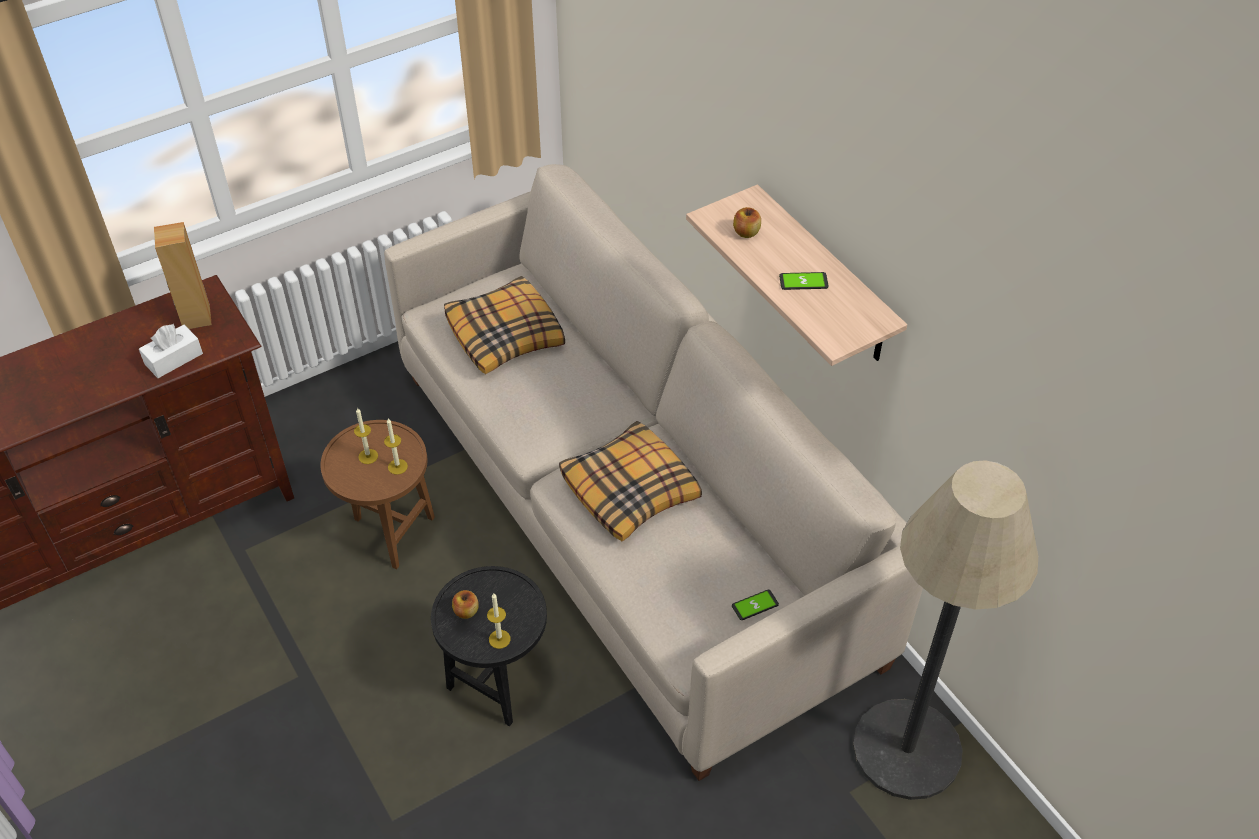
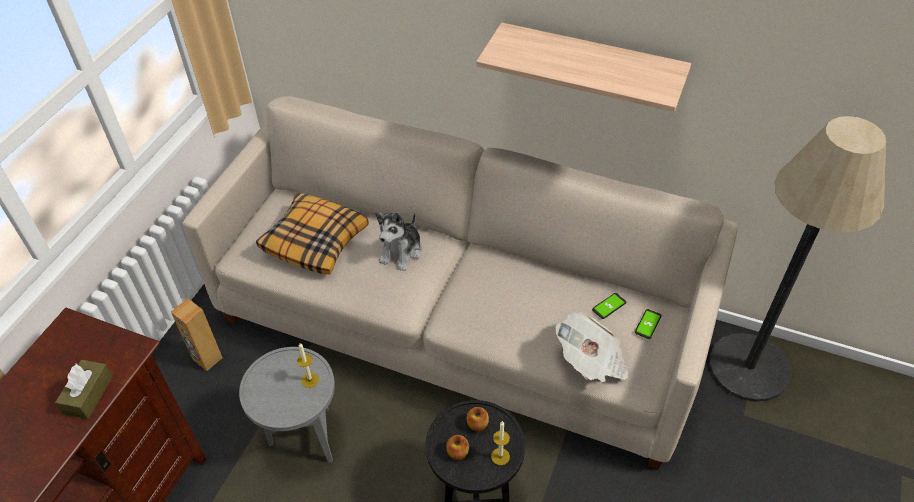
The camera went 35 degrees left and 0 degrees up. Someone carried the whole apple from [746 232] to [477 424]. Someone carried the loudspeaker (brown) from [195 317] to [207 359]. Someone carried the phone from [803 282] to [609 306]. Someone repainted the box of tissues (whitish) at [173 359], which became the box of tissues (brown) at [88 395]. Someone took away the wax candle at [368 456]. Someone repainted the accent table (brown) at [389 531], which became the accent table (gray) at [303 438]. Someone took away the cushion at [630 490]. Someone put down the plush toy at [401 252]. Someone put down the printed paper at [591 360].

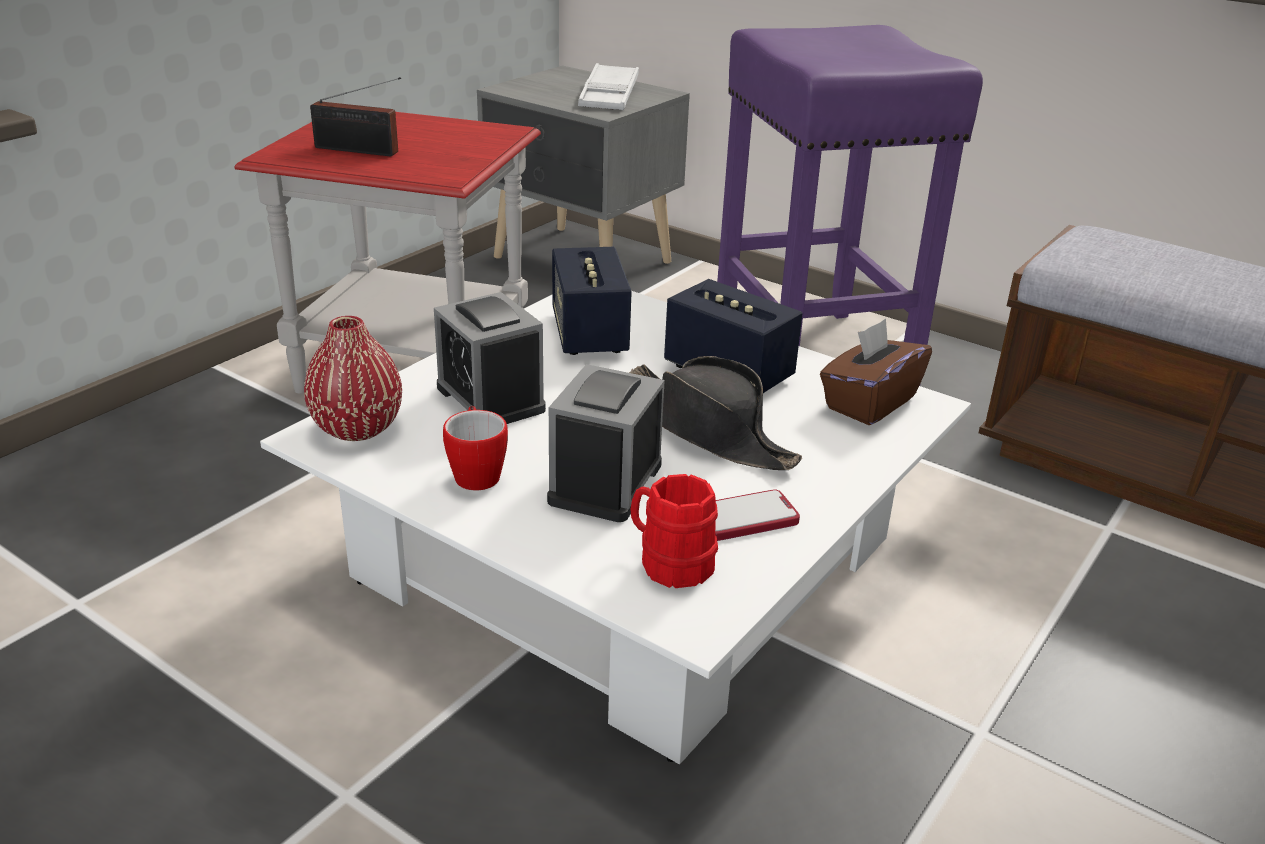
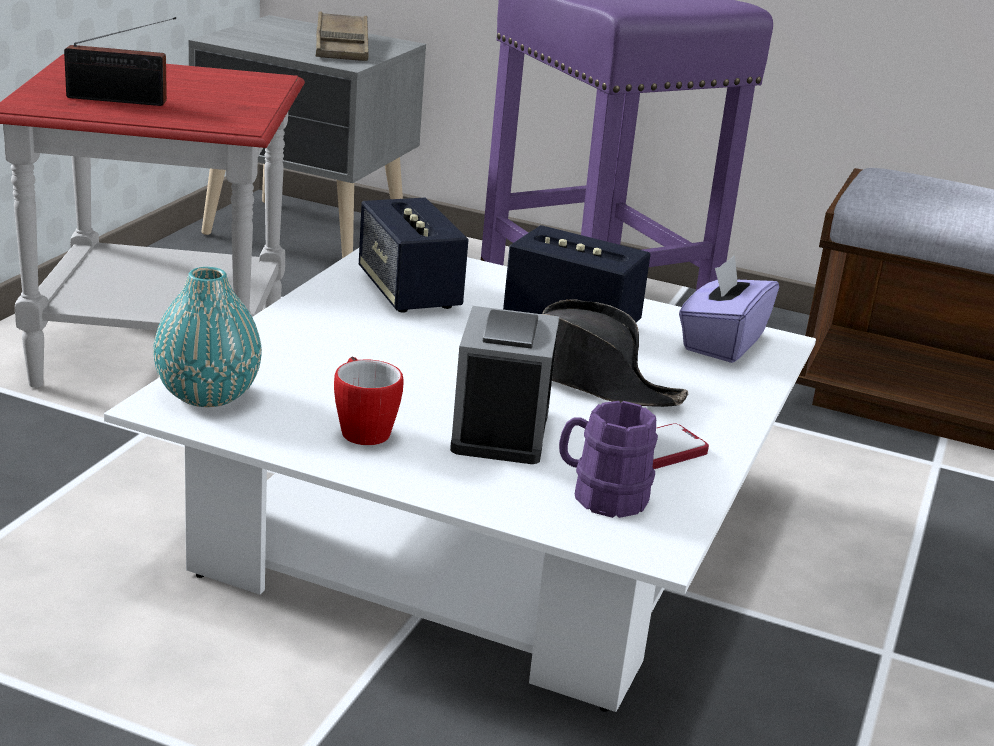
The camera went 15 degrees left and 5 degrees down. Someone repainted the carrying tray (whitish) at [609 96], which became the carrying tray (brown) at [342 46]. Someone took away the bedside clock at [490 398]. Someone repainted the vase (red-coloured) at [357 428], which became the vase (blue-green) at [208 394]. Someone repainted the box of tissues (brown) at [869 402], which became the box of tissues (purple-coloured) at [721 342]. Someone repainted the mug (red-coloured) at [668 562], which became the mug (purple-coloured) at [601 496].

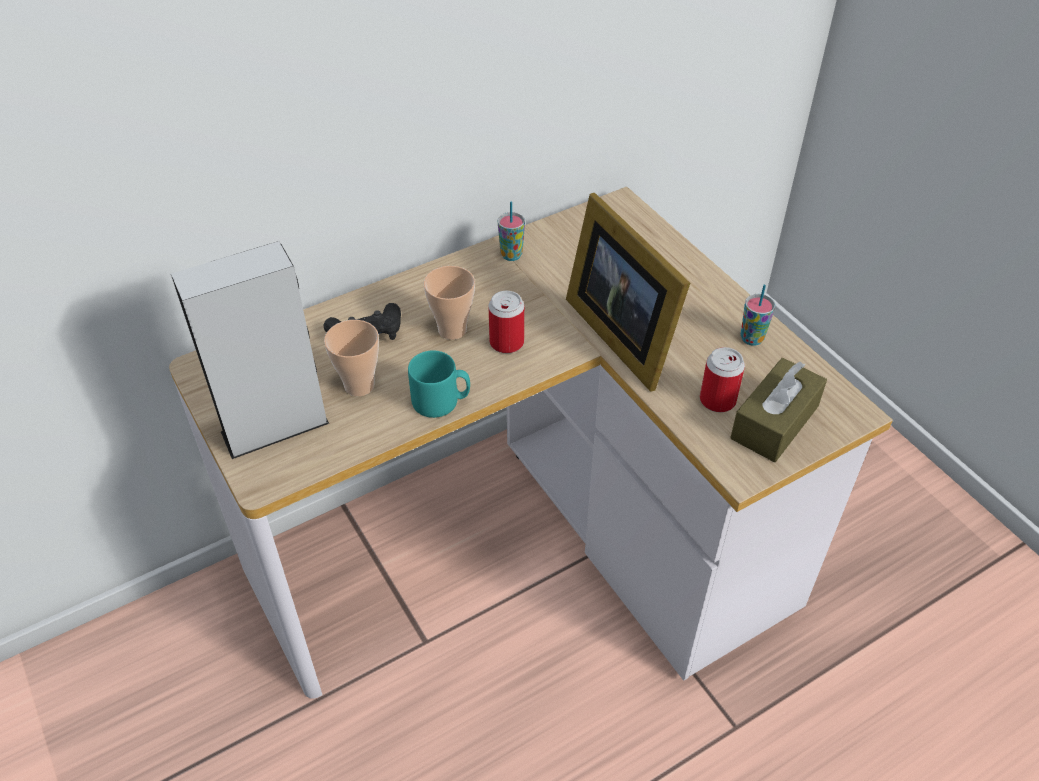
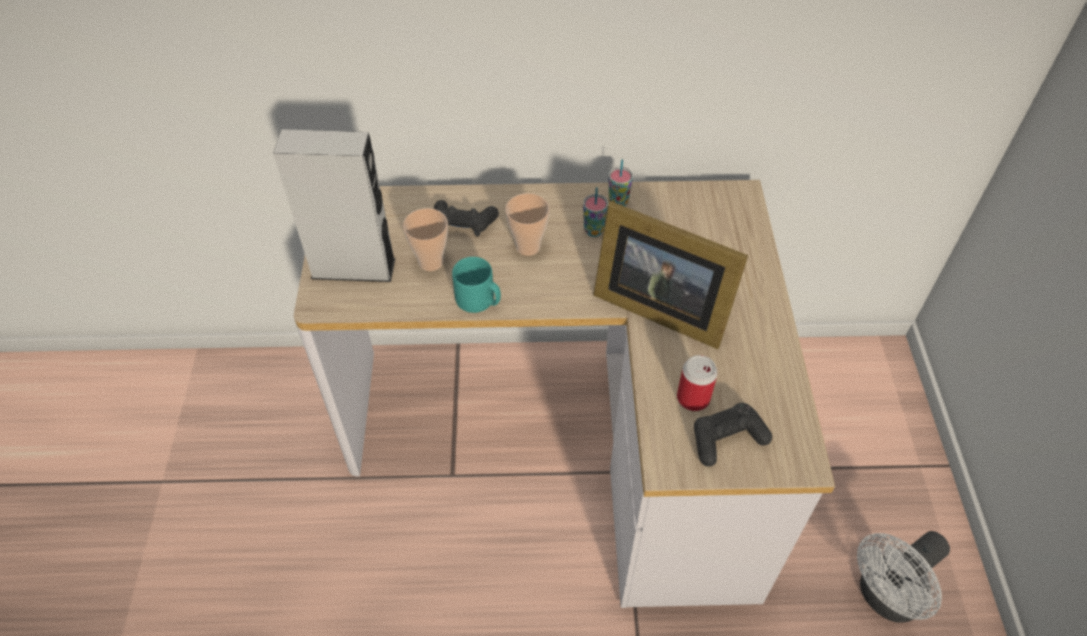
The camera went 30 degrees right and 5 degrees up. Someone rotated the standing frame at [622 332] by 60 degrees counterclockwise. Someone carried the cup from [751 338] to [593 231]. Someone took away the can at [506 342]. Someone swapped the box of tissues (brown) at [774 422] for the game controller (black) at [727 439]. Someone put down the fan (whitish) at [885 598].

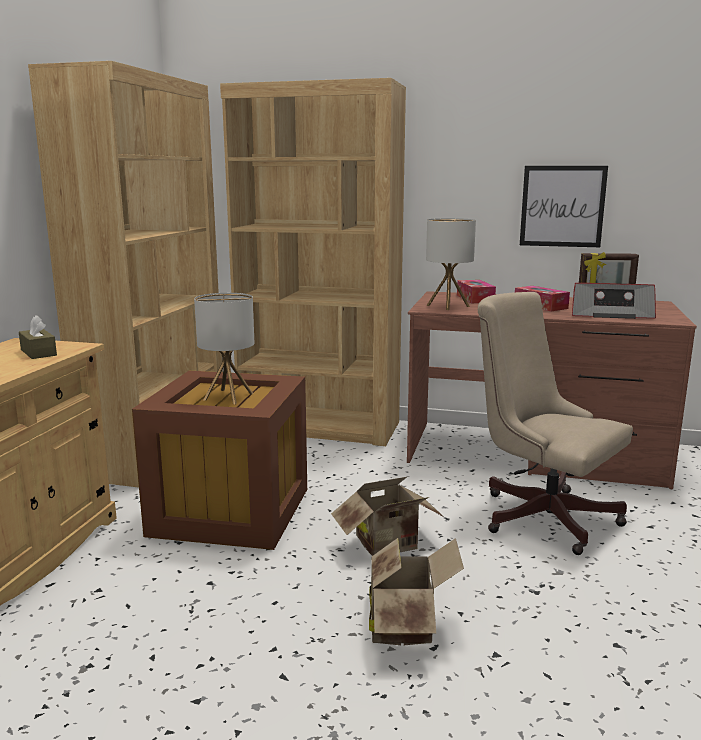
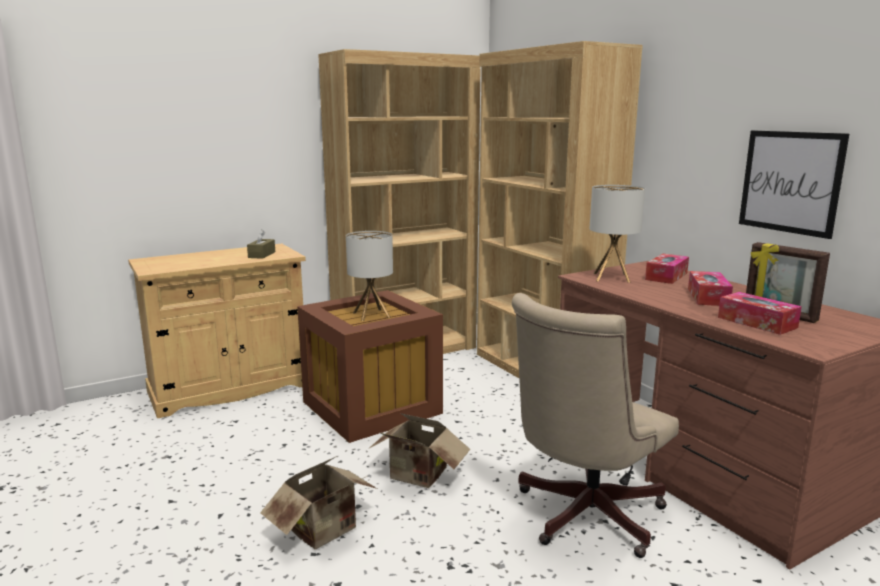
The camera went 45 degrees right and 0 degrees up. Someone swapped the radio at [610 314] for the box of tissues at [757 322]. Someone rotated the computer chair (sand-coloured) at [540 514] by 135 degrees counterclockwise.

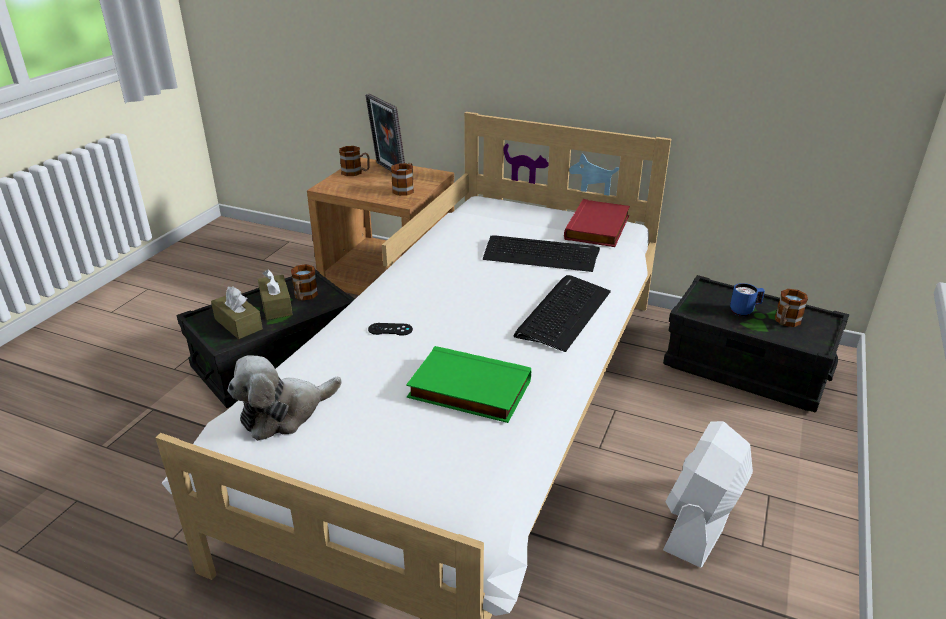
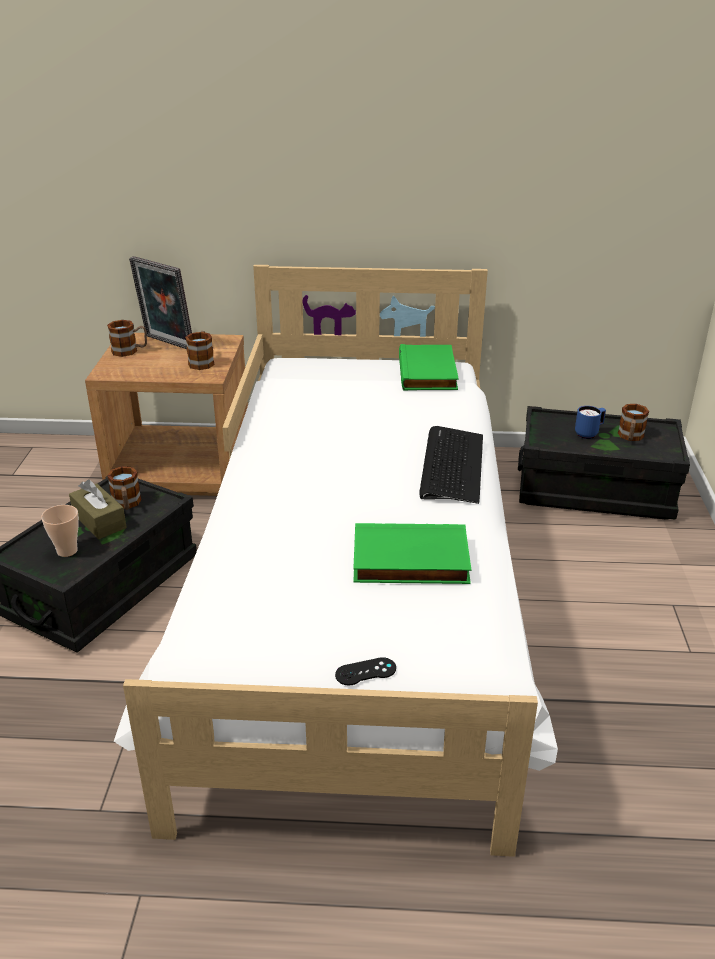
The camera went 20 degrees left and 0 degrees up. Someone repainted the bound book (red-coloured) at [599 228], which became the bound book (green) at [429 372]. Someone took away the keyboard at [540 255]. Someone swapped the box of tissues (brown) at [238 324] for the cup at [67 551]. Someone carried the game controller (black) from [390 329] to [365 672]. Someone took away the plush toy at [284 413]. Someone took away the fan (whitish) at [700 522].

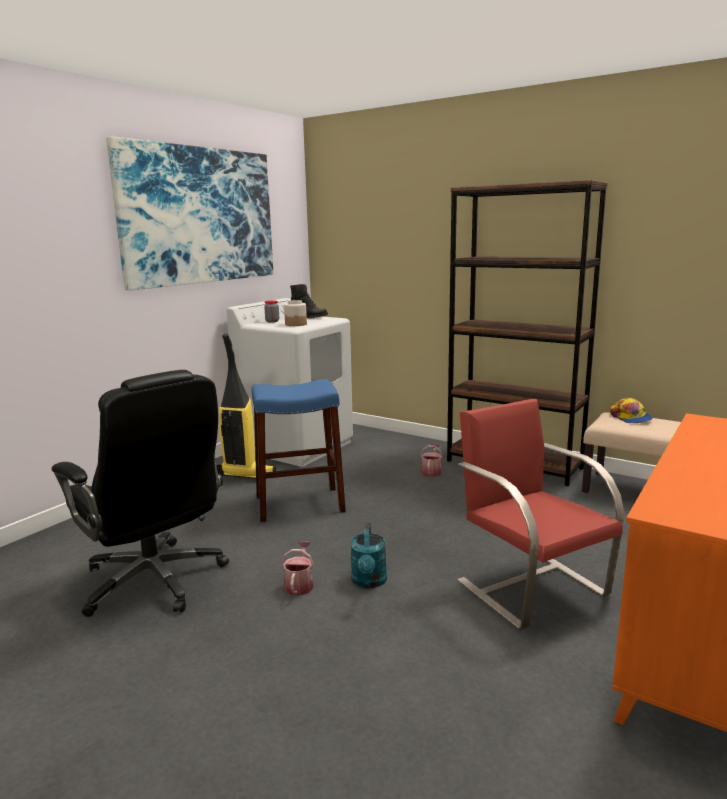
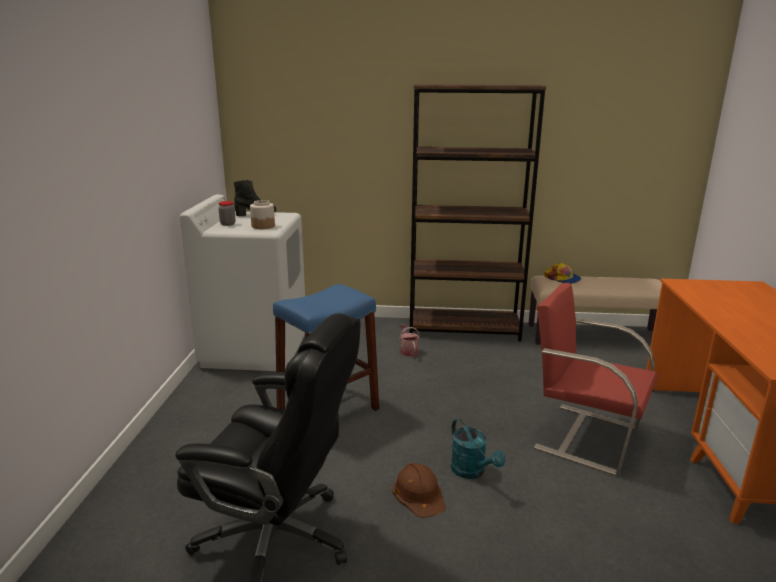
The camera went 30 degrees left and 5 degrees up. Someone took away the picture at [199 216]. Someone took away the vacuum at [245 475]. Someone swapped the watering pot at [299 584] for the work helmet (brown) at [419 494].

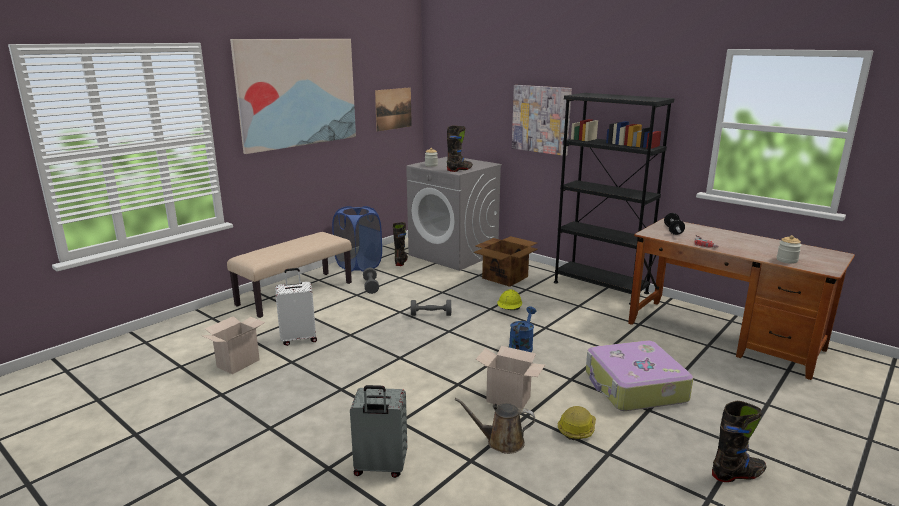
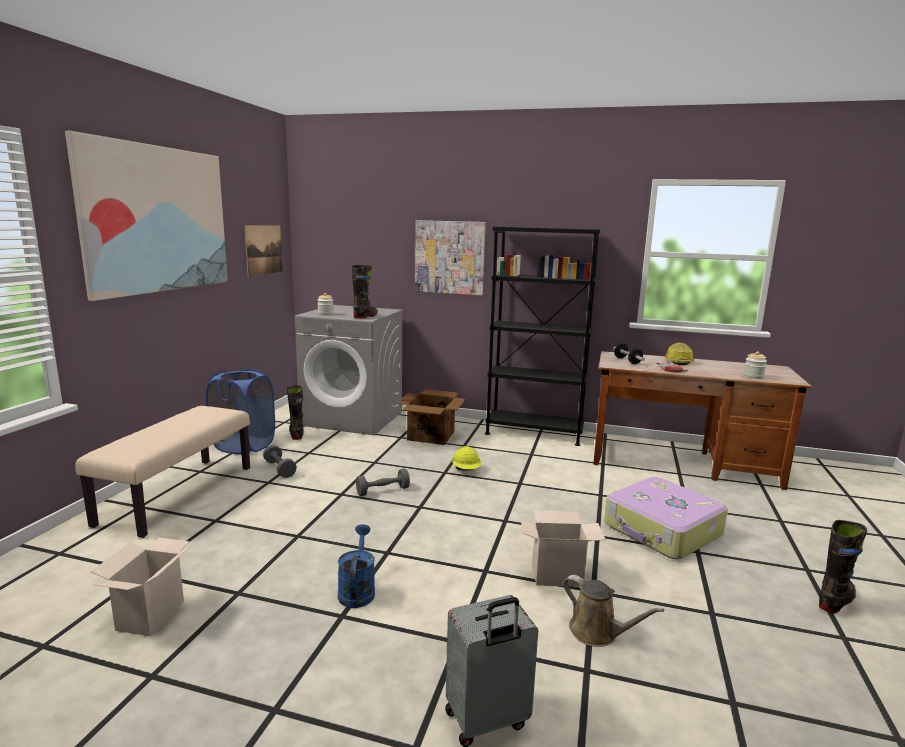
The camera went 25 degrees left and 5 degrees down. Someone took away the suitcase (whitish) at [299 338]. Someone carried the watering pot (blue) from [522 346] to [357 590]. Someone rotated the watering pot (brown) at [501 442] by 120 degrees counterclockwise. Someone carried the work helmet from [576 429] to [677 361].

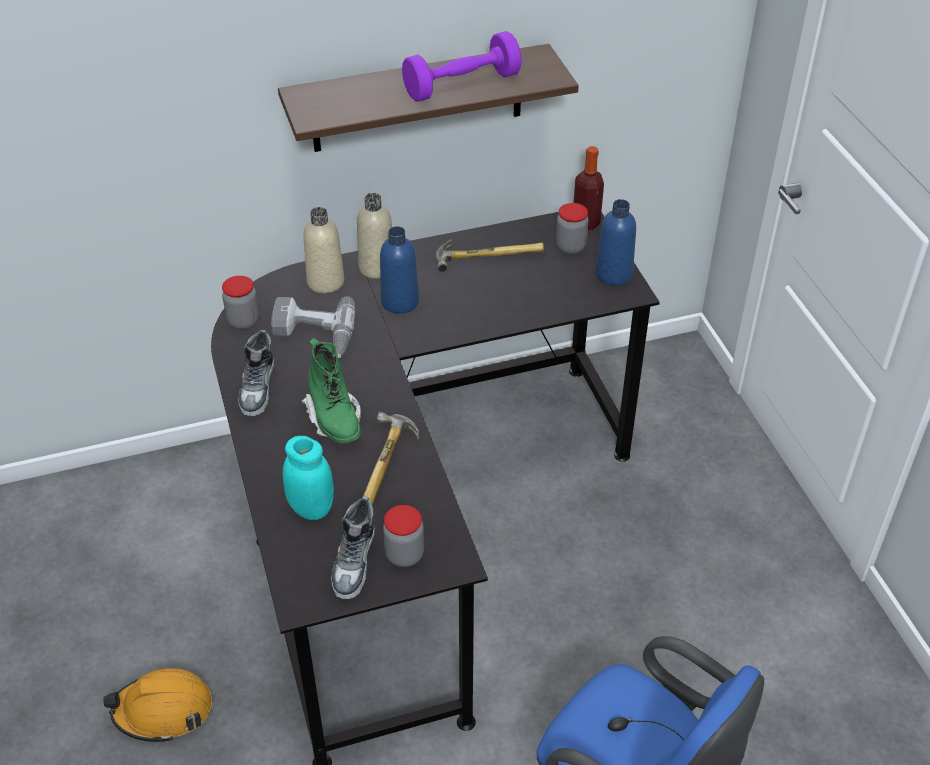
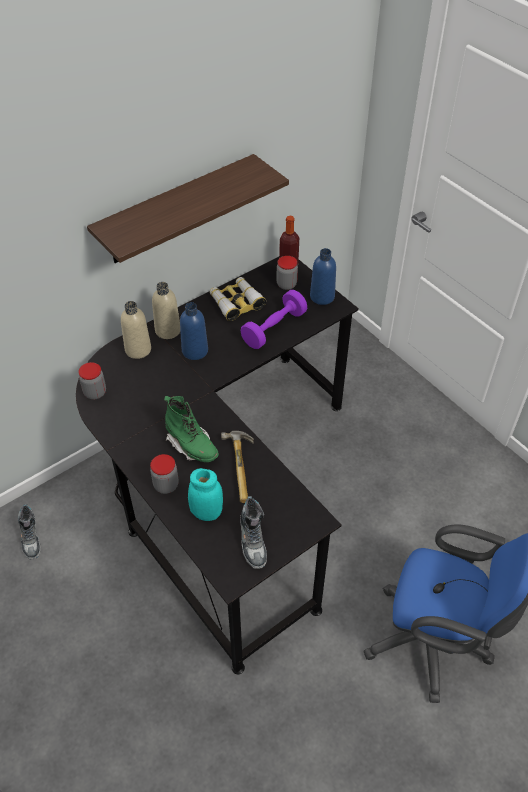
The camera went 20 degrees left and 5 degrees up. Someone carried the dumbbell (purple-coloured) from [462 85] to [274 328]. Someone swapped the hammer at [488 254] for the field glasses at [236 303]. Someone took away the power drill at [313 336]. Someone carried the shoe from [258 388] to [31 538]. Someone carried the storage jar from [404 554] to [166 485]. Someone took away the work helmet (orange) at [163 710].

